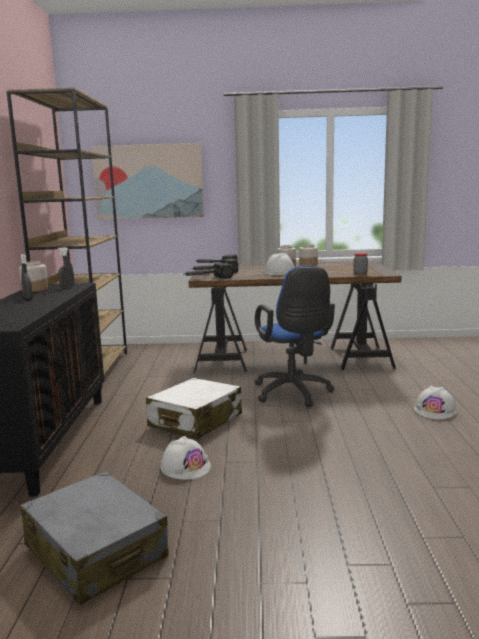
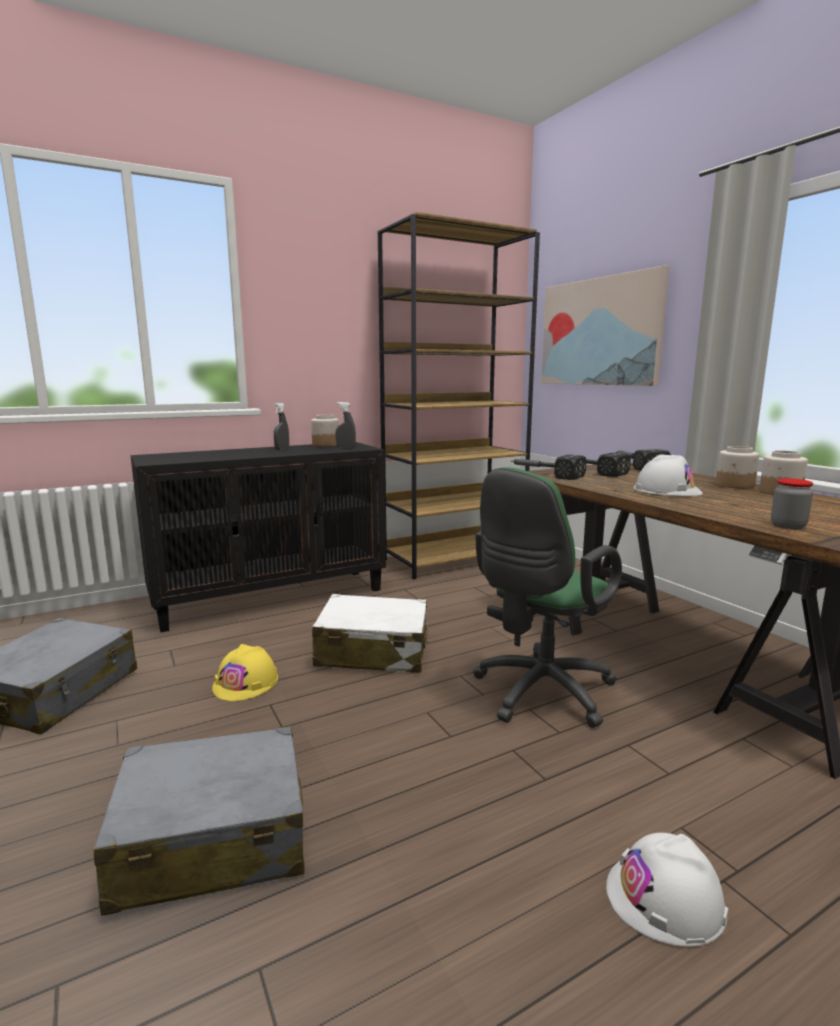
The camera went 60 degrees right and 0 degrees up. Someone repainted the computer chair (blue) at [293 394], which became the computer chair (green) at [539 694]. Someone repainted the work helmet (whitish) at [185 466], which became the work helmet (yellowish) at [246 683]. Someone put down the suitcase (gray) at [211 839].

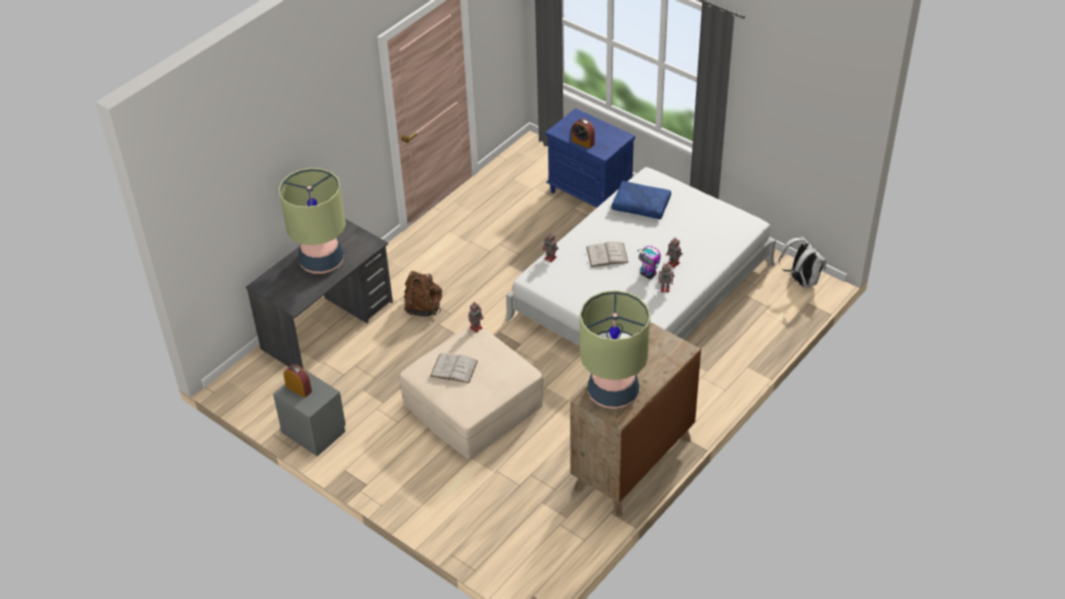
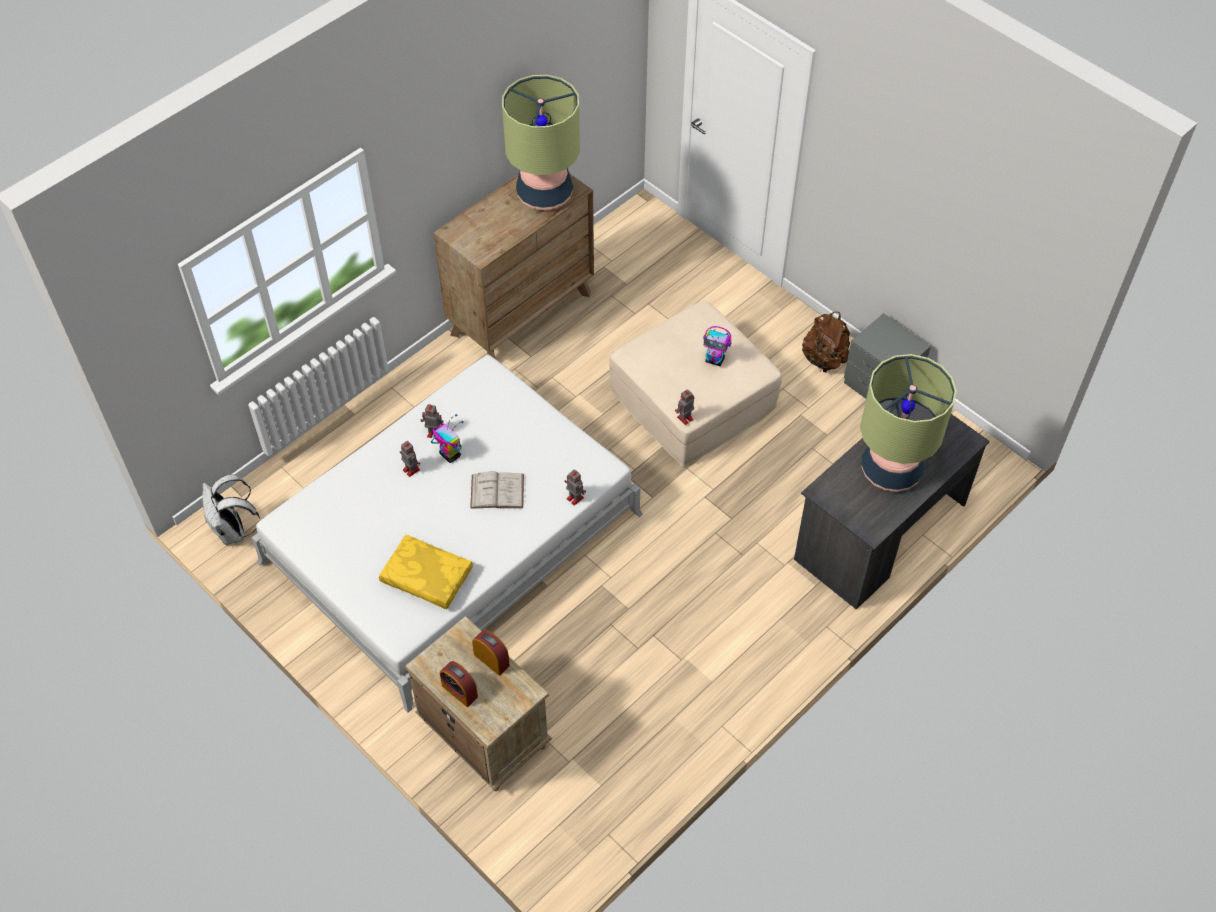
The camera went 175 degrees left and 10 degrees up. Someone repainted the night table (blue) at [590 194], which became the night table (sand-coloured) at [483 733]. Someone repainted the cushion (blue) at [642 205], which became the cushion (yellowish) at [425 578]. Someone carried the knapsack (brown) from [423 307] to [824 359]. Someone swapped the bound book (whitish) at [454 368] for the toy robot at [715 360]. Someone carried the bedside clock from [299 389] to [459 691].

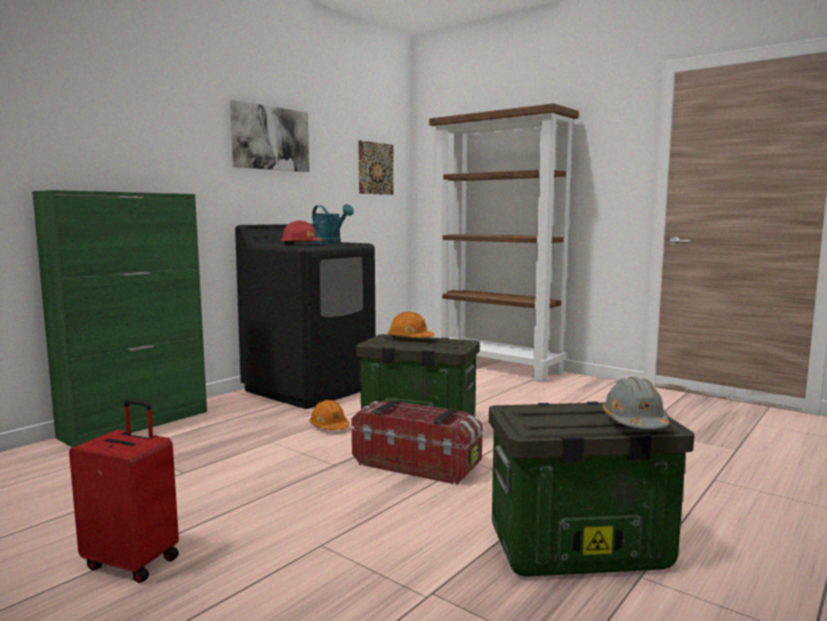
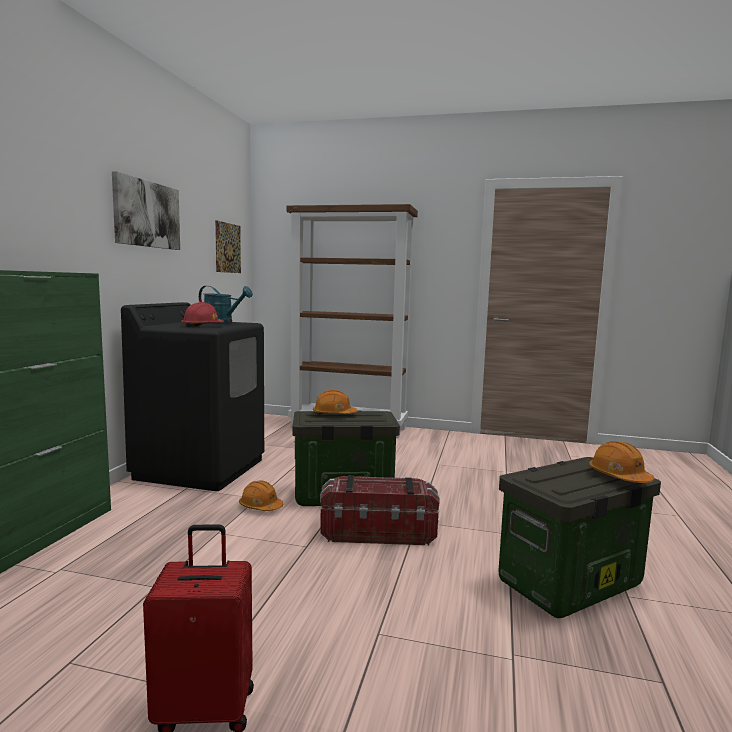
The camera went 25 degrees left and 0 degrees up. Someone repainted the work helmet (gray) at [634 422], which became the work helmet (orange) at [619 477].

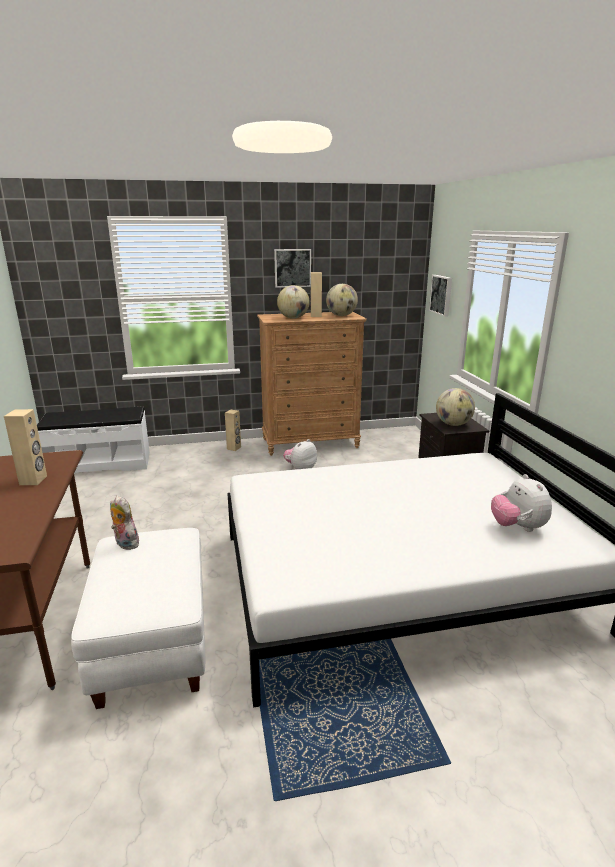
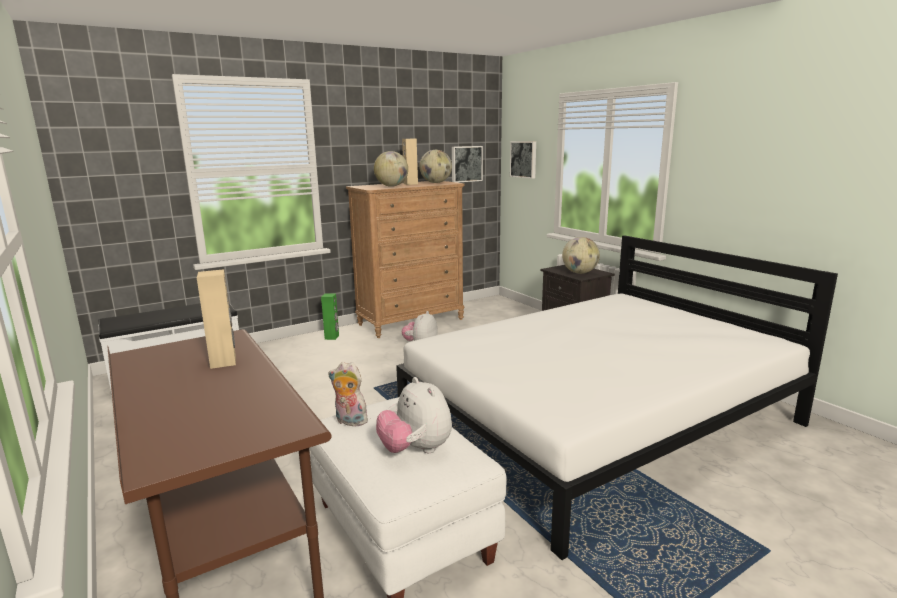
The camera went 20 degrees left and 5 degrees down. Someone carried the picture from [292 268] to [466 164]. Someone repainted the loudspeaker (sand-coloured) at [234 448], which became the loudspeaker (green) at [332 337]. Someone carried the plush toy from [517 527] to [416 450].

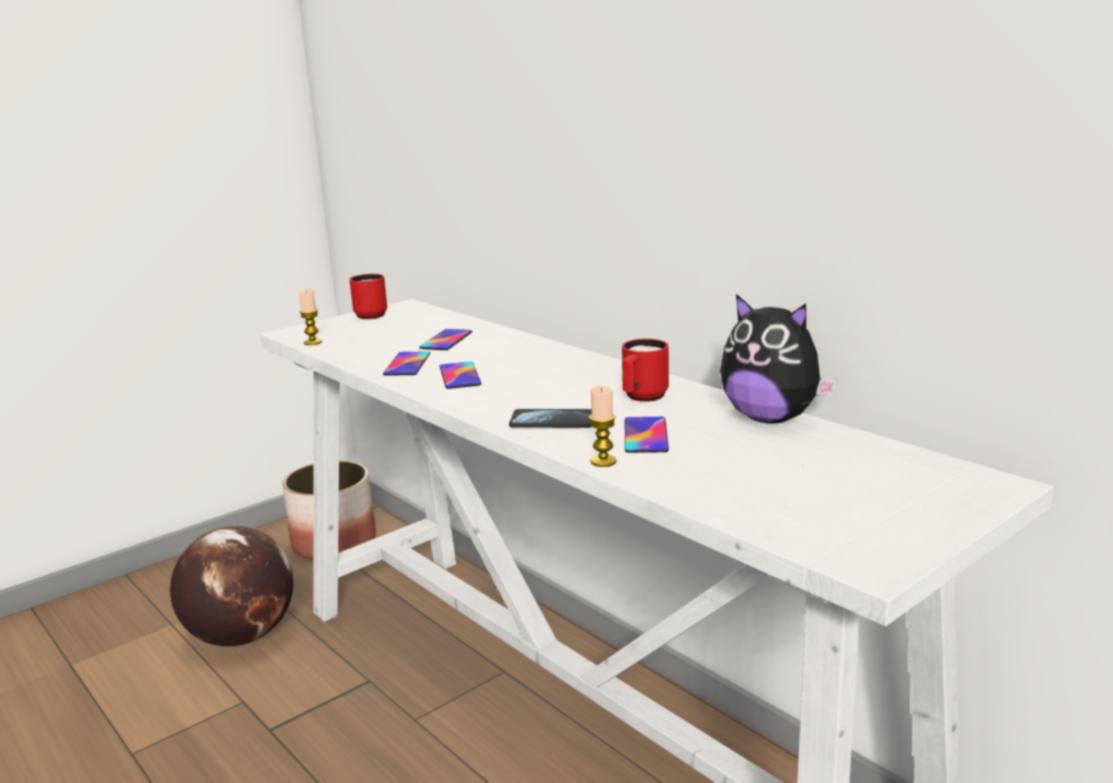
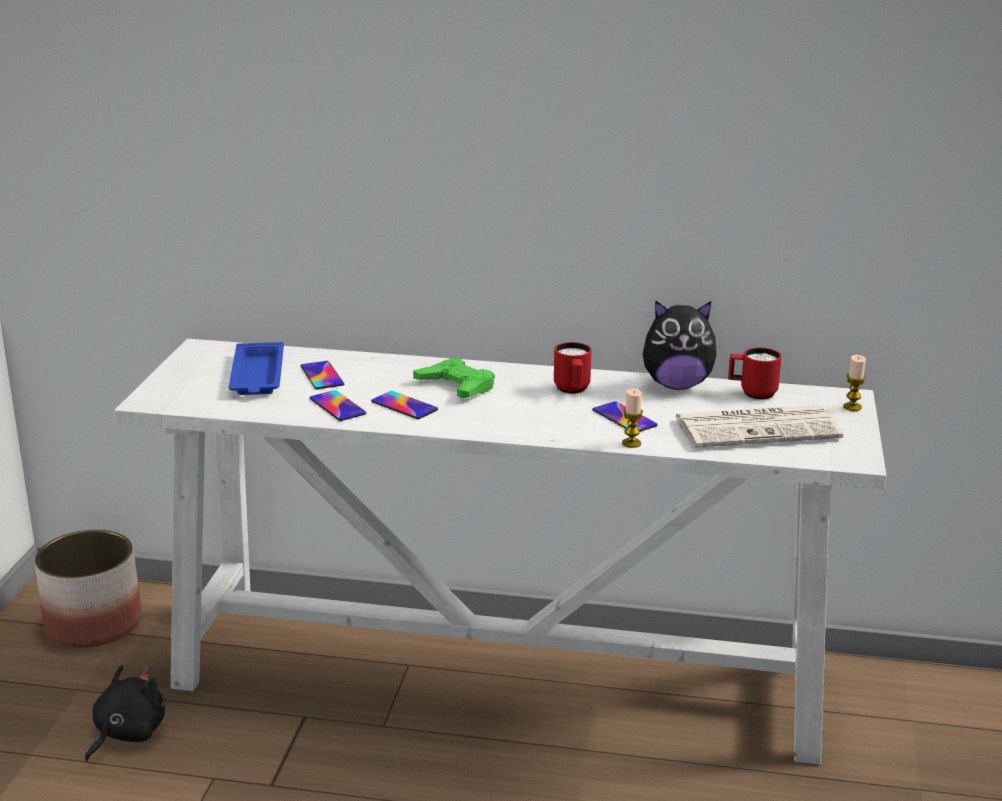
The camera went 40 degrees left and 5 degrees up. Someone carried the mug (red-coloured) from [368 314] to [752 393]. Someone carried the wax candle from [312 342] to [852 407]. Someone took away the phone at [553 421]. Someone swapped the world globe at [241 636] for the plush toy (black) at [126 734]. Someone put down the carrying tray (blue) at [257 376]. Someone put down the game controller (green) at [456 386]. Someone put down the printed paper at [758 428].

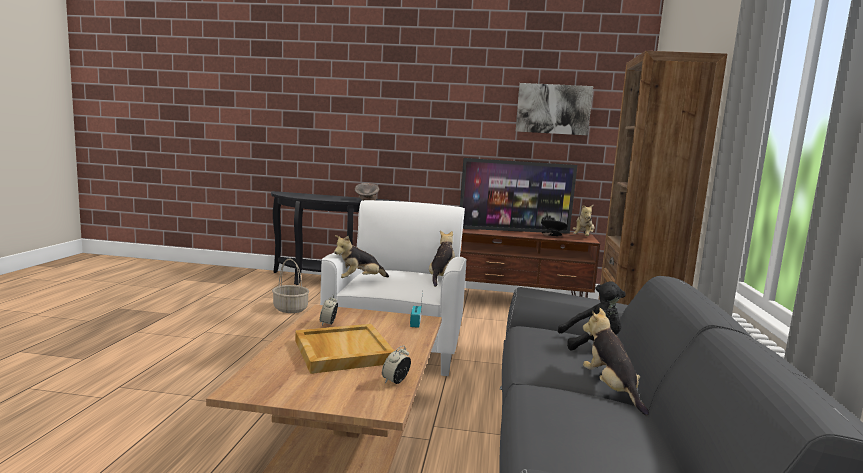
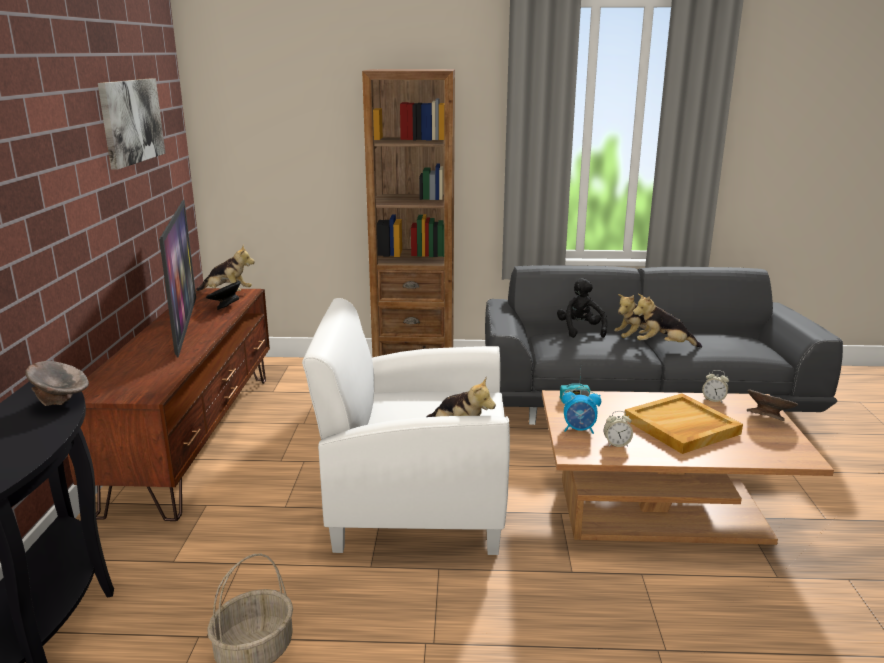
The camera went 95 degrees left and 10 degrees up. Someone carried the plush toy from [441 278] to [663 345]. Someone put down the bedside clock at [579 430]. Someone put down the deep dish (gray) at [768 418].

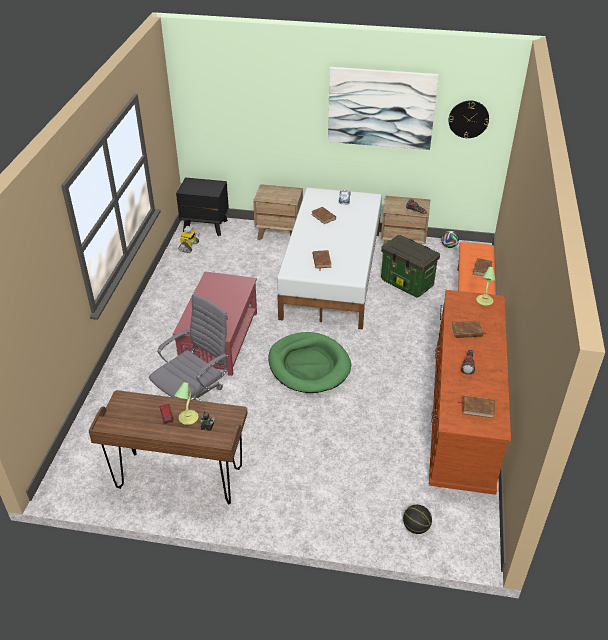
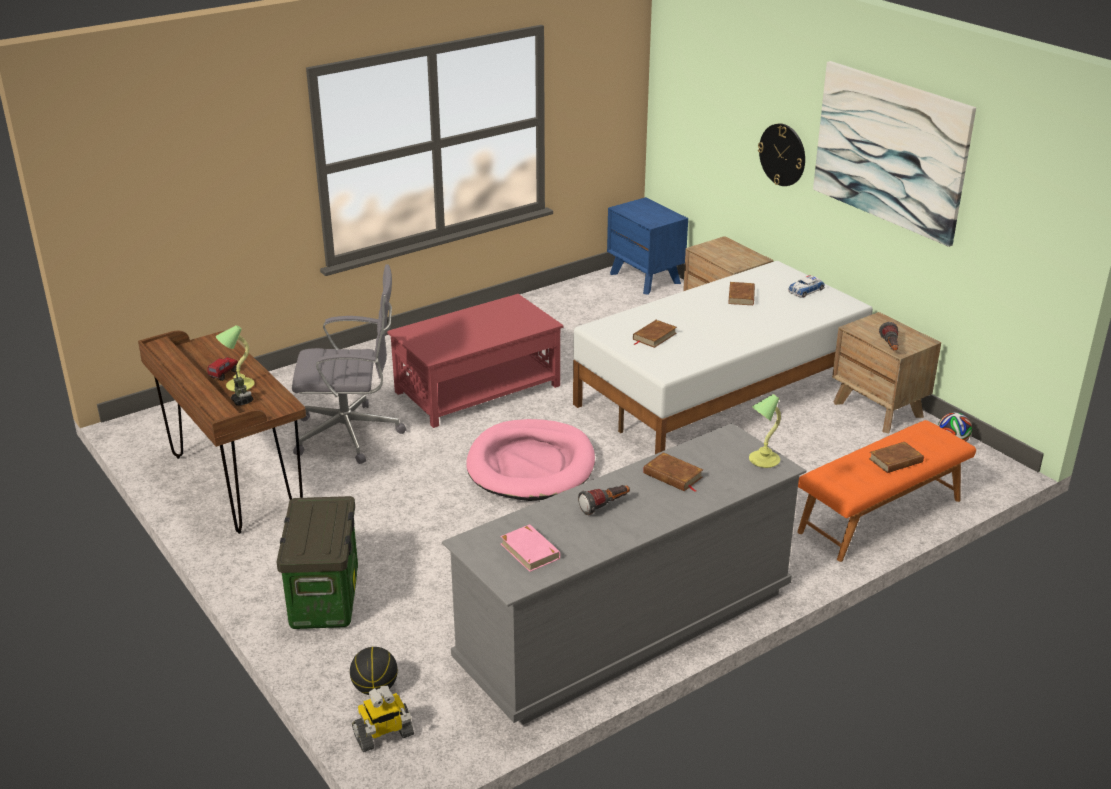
The camera went 45 degrees right and 10 degrees down. Someone carried the hanging clock from [468 119] to [782 154]. Someone repainted the night table (black) at [205 226], which became the night table (blue) at [645 278]. Someone carried the toy robot from [189 247] to [383 735]. Someone carried the storage bin from [407 283] to [325 599]. Someone repainted the drawer chest (brown) at [461 417], which became the drawer chest (gray) at [626 627]. Someone repainted the dog cushion (green) at [309 365], which became the dog cushion (pink) at [531 465]. Someone repainted the bound book (brown) at [477 408], which became the bound book (pink) at [530 551].

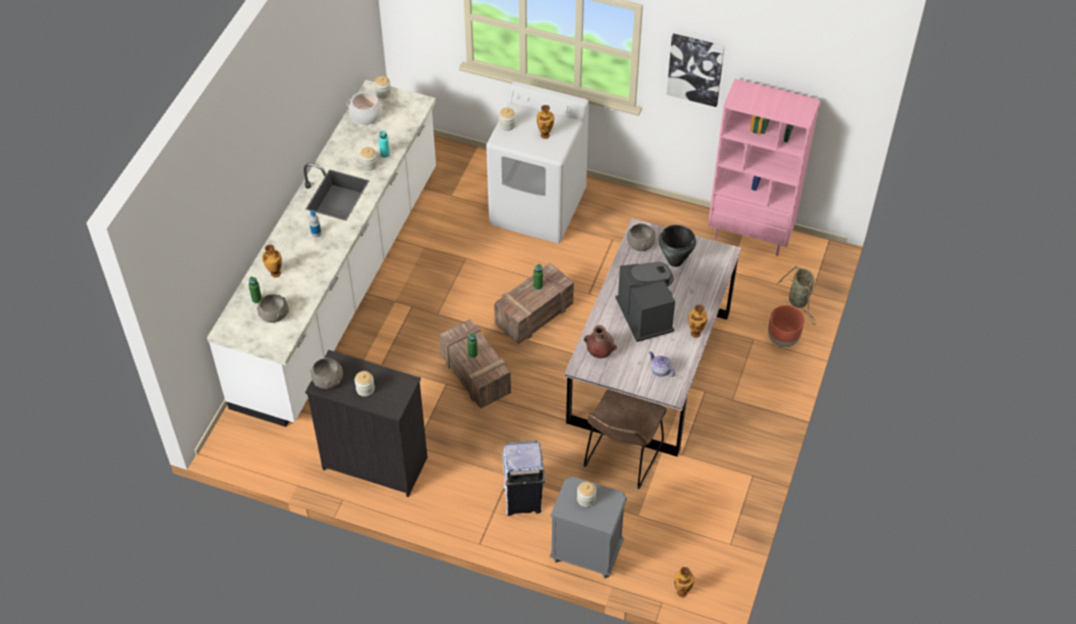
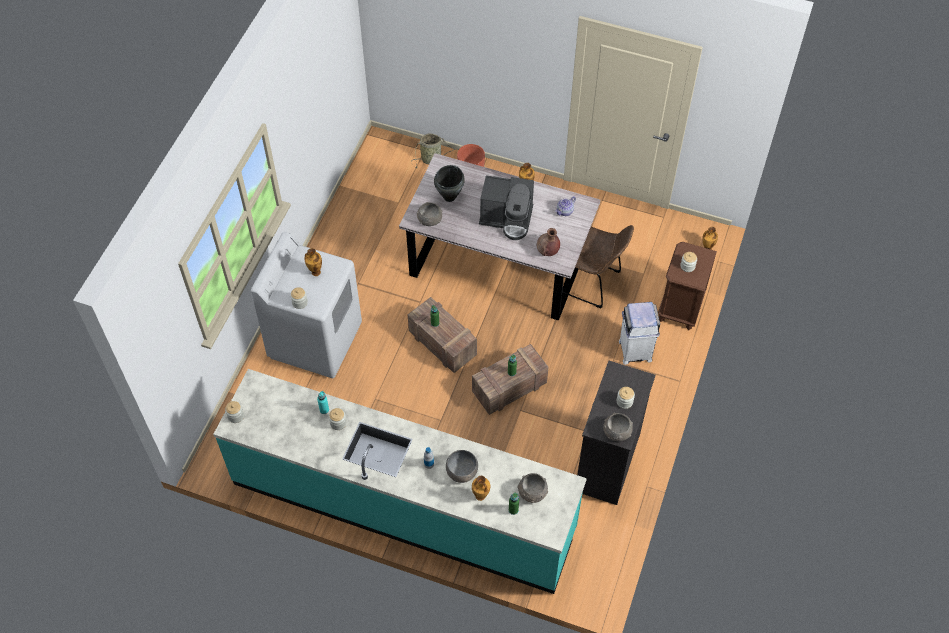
The camera went 90 degrees left and 5 degrees up. Someone took away the picture at [695 69]. Someone took away the bookcase (pink) at [750 235]. Someone repainted the kitchen counter (whitish) at [340 285], which became the kitchen counter (blue-green) at [403 505]. Someone took away the saucepot at [366 115]. Someone rotated the coffee maker at [646 314] by 150 degrees counterclockwise. Someone repainted the night table (gray) at [586 553], which became the night table (brown) at [680 308]. Someone put down the deep dish (gray) at [461 472].

